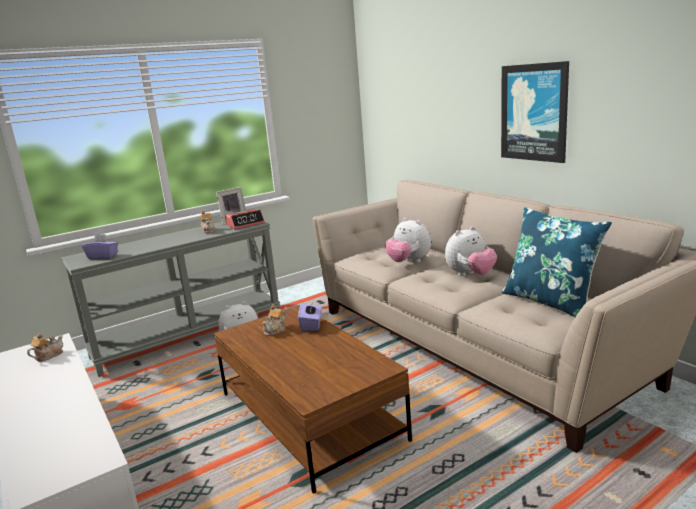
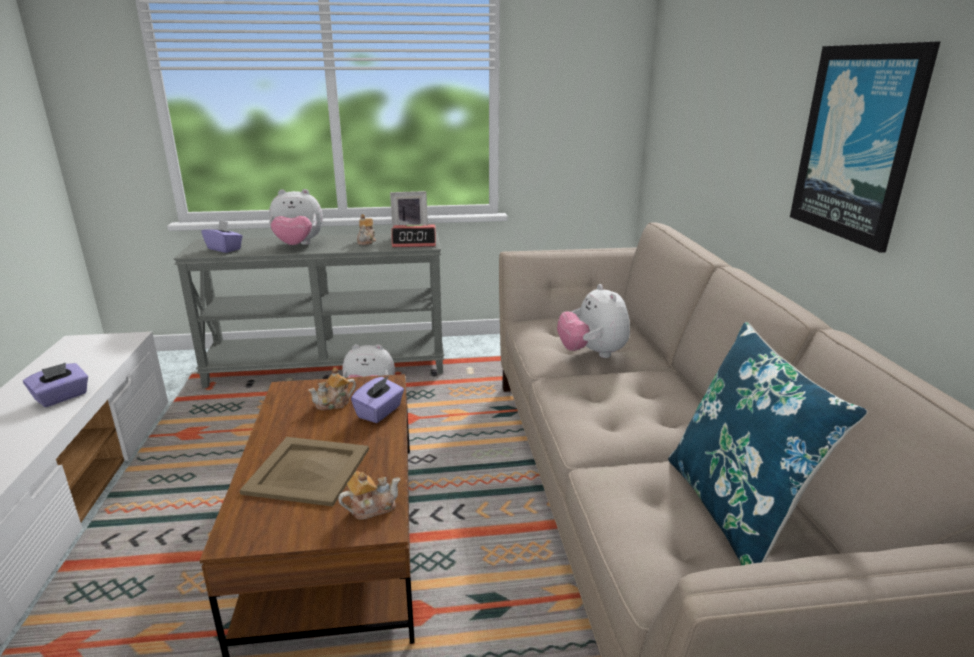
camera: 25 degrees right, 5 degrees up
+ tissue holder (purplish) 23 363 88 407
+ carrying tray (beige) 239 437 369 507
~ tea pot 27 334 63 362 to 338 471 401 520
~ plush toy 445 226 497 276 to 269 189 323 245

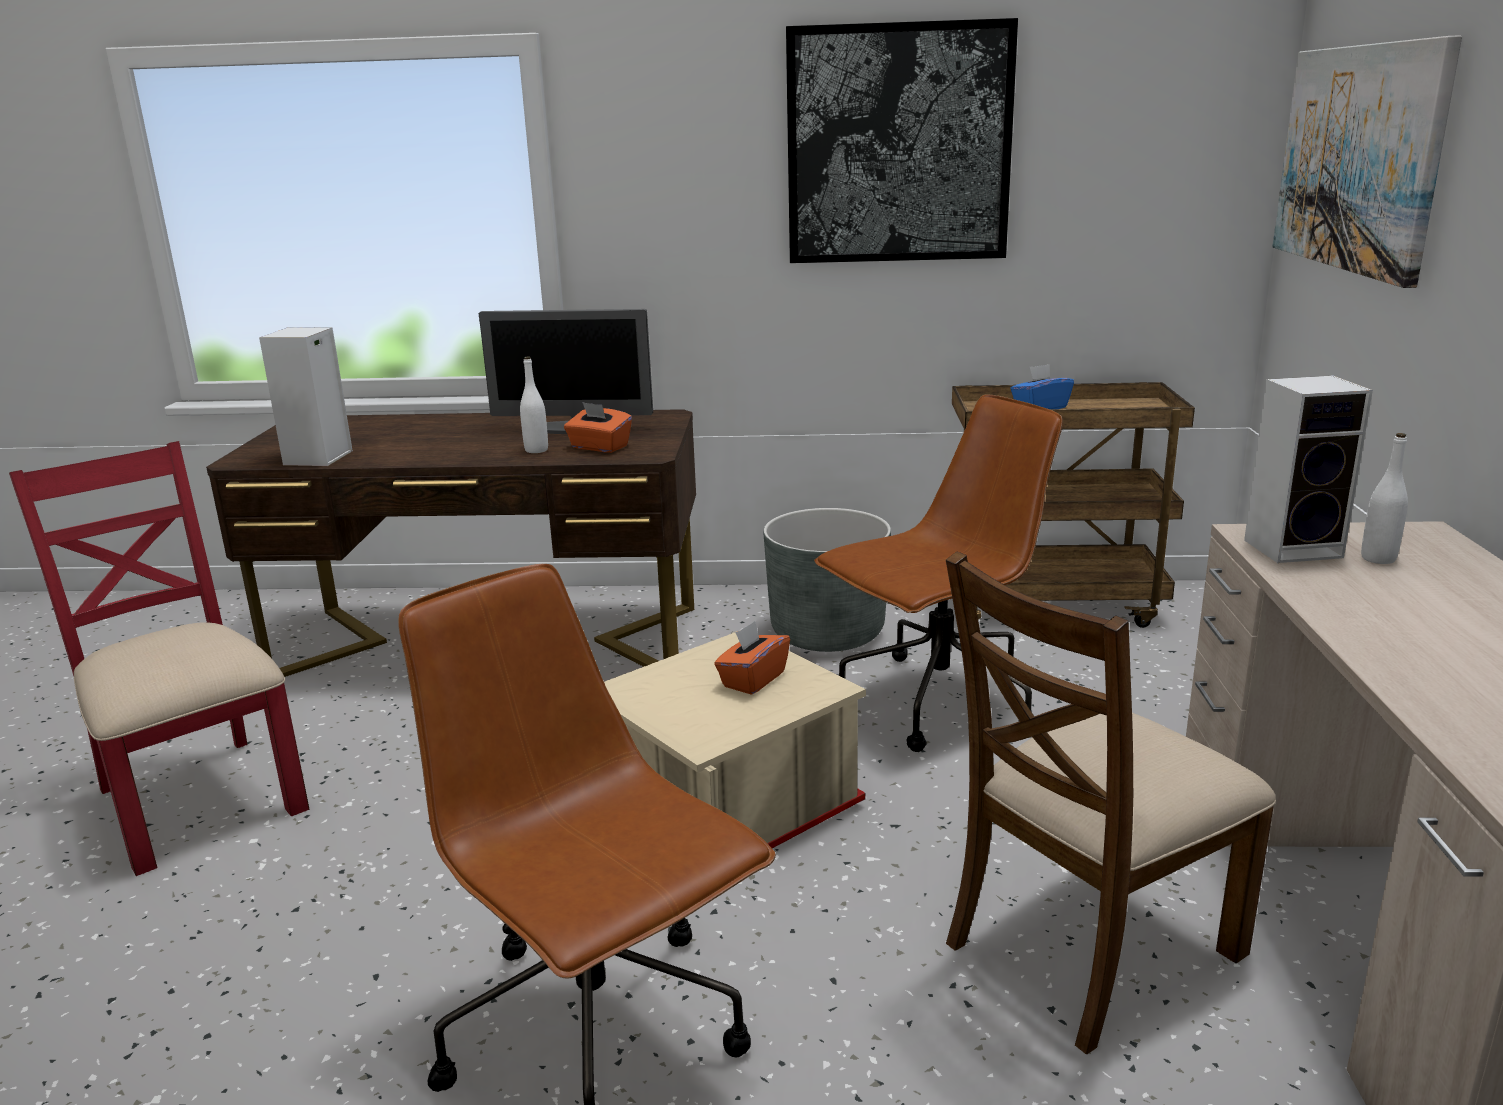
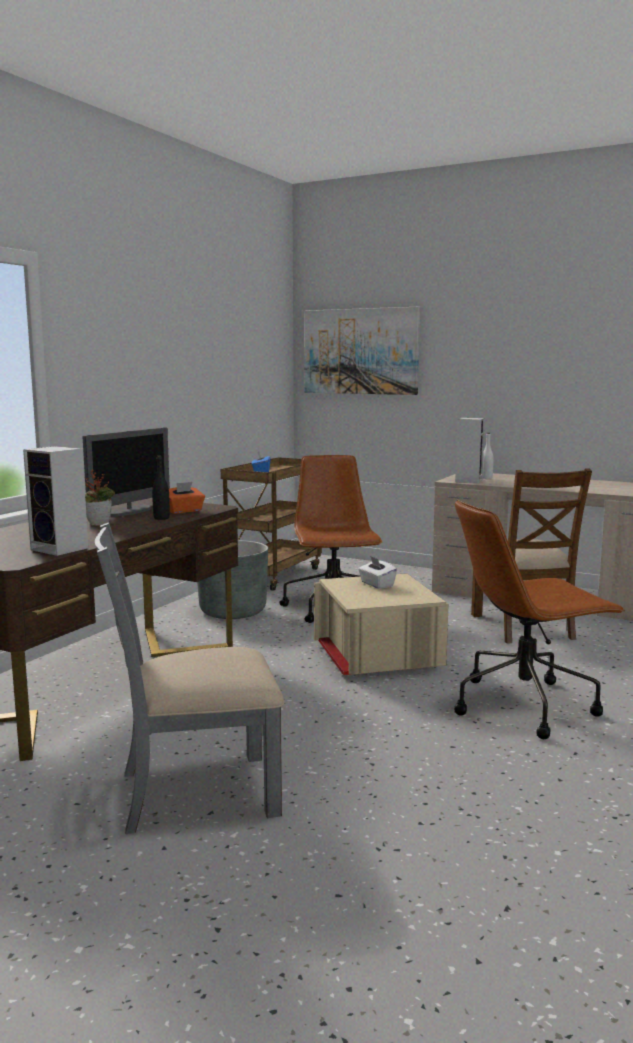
camera: 65 degrees left, 10 degrees down
- wall picture 786 18 1018 263
+ plant in a pot 85 470 115 526
~ plain chair (reddish) 9 441 309 876 to plain chair (gray) 95 522 284 834
~ drink bottle (white) 520 356 548 453 to drink bottle (black-coloured) 152 456 170 520
~ tissue holder (orange-coloured) 714 621 790 695 to tissue holder (white) 358 556 397 589

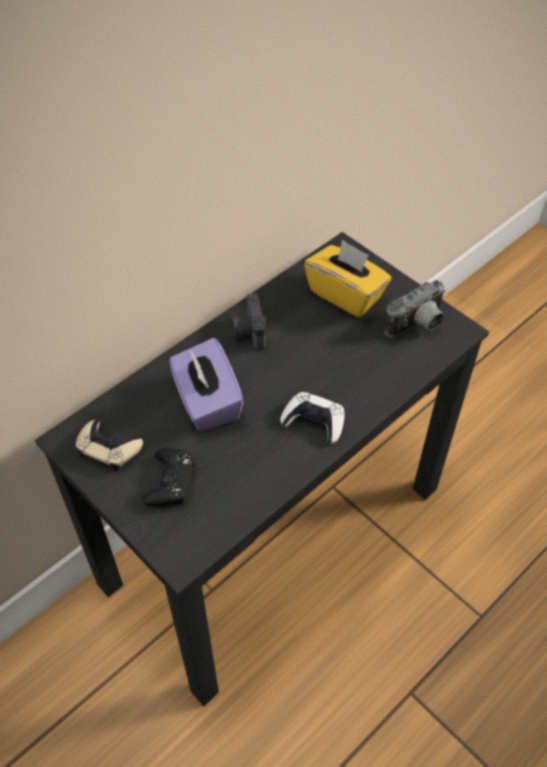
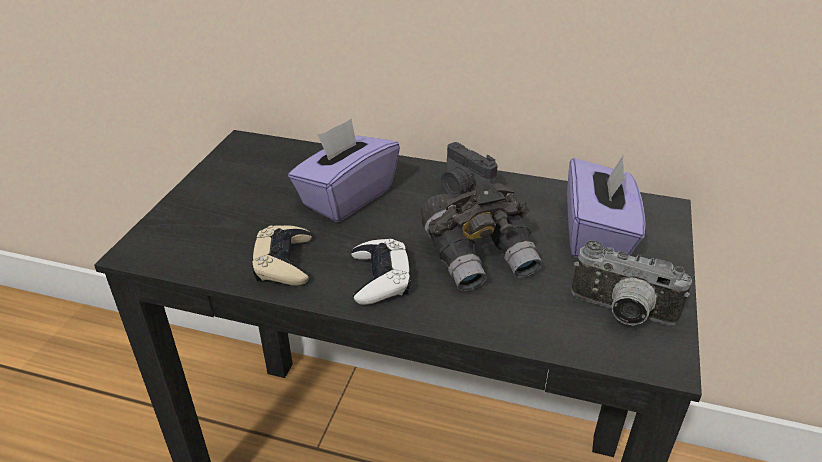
camera: 60 degrees right, 15 degrees down
- game controller (black-coloured) 142 448 195 507
+ field glasses (gray) 421 181 542 291
~ game controller (beige) 76 420 143 471 to 251 225 312 285
~ tissue holder (yellowish) 304 239 391 317 to tissue holder (purplish) 567 155 646 258
~ photo camera 232 293 266 350 = 441 142 498 198 90 degrees counterclockwise

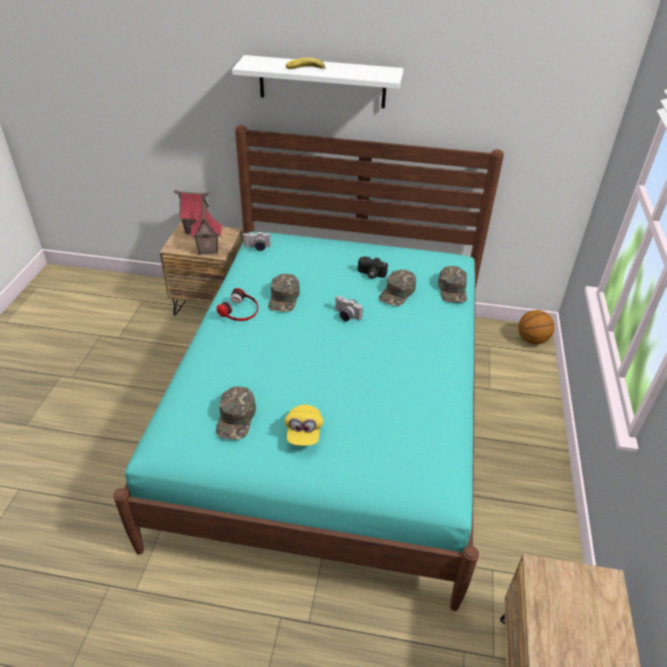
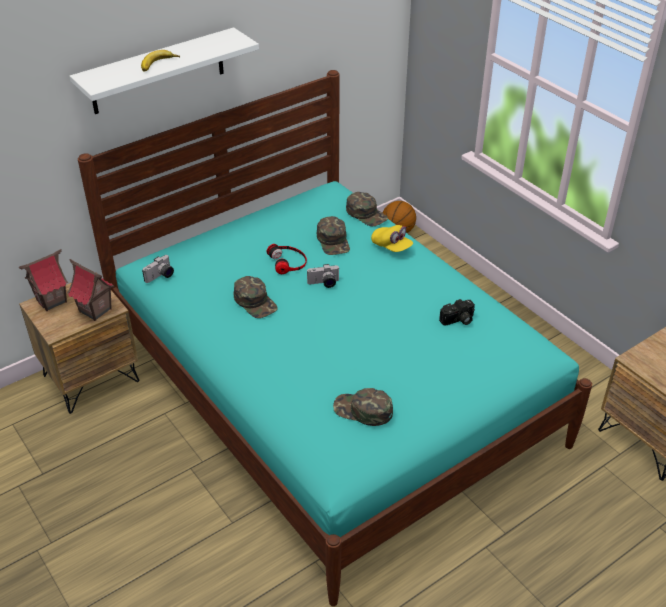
camera: 45 degrees left, 0 degrees up
~ headset 217 288 258 321 to 267 244 307 274
~ cap (yellowish) 285 405 323 446 to 371 225 413 252
~ photo camera 358 256 388 279 to 439 299 475 325
~ cap (greenish) 216 386 256 439 = 333 388 393 426 150 degrees clockwise

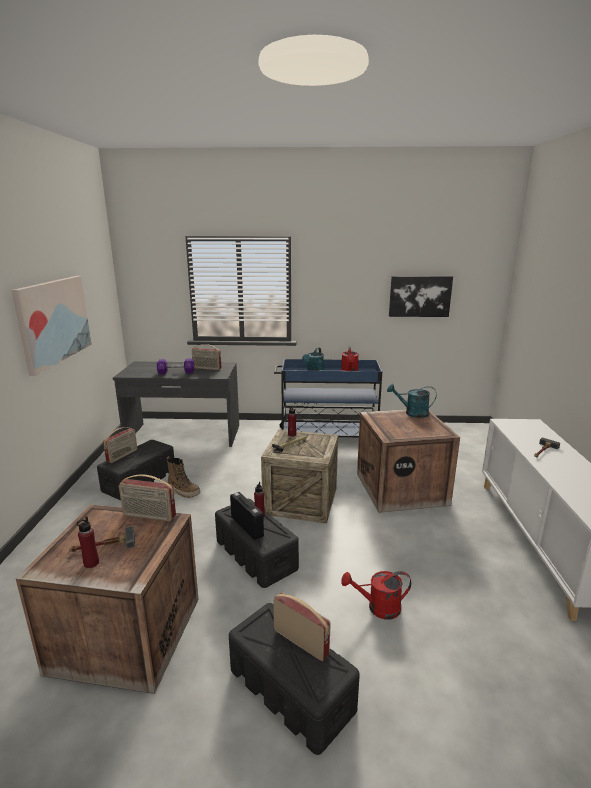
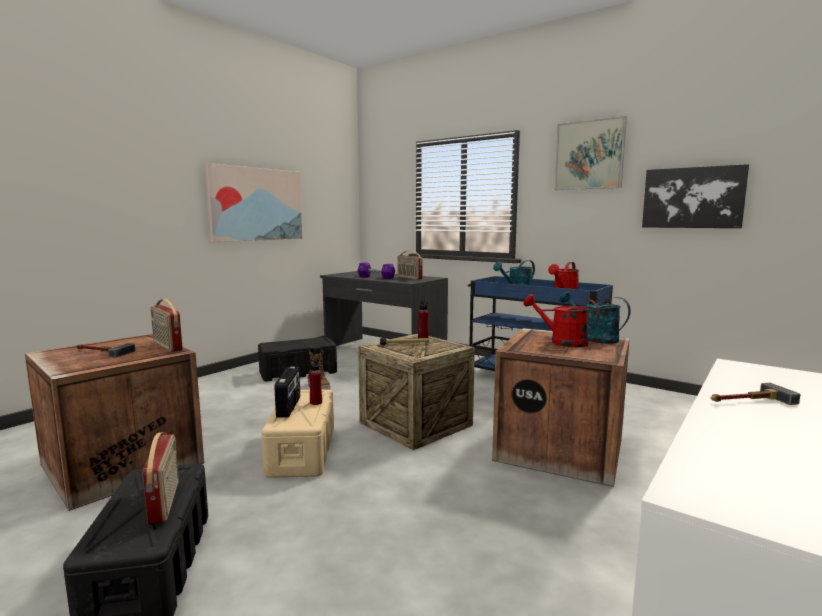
camera: 35 degrees right, 10 degrees down
- drink bottle (reddish) 77 516 99 568
- radio receiver 103 427 137 463
+ wall picture 554 116 627 190
~ watering pot (reddish) 341 571 411 620 to 524 294 599 347
~ storage bin (black-coloured) 215 499 299 588 to storage bin (beige) 261 389 334 478

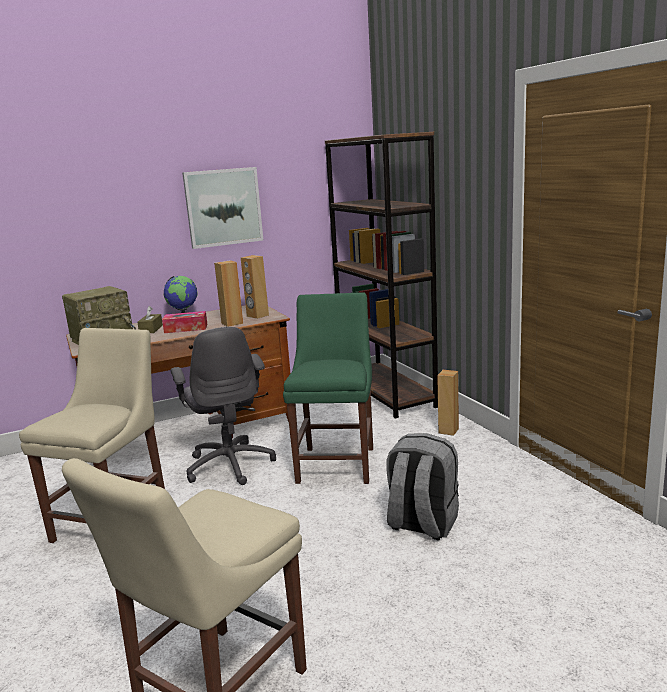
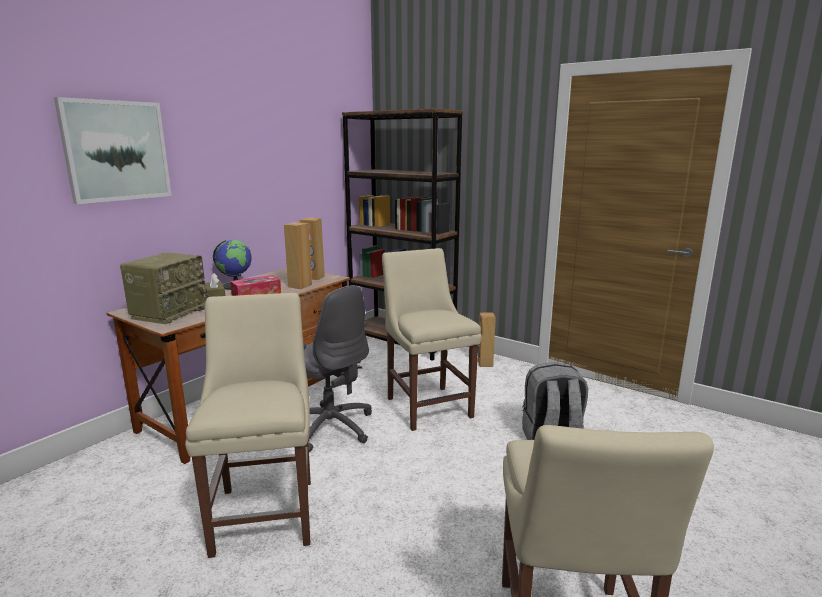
camera: 30 degrees left, 0 degrees up
~ wall picture 182 167 263 249 to 54 97 172 204
~ plain chair (greenish) 283 292 373 484 to plain chair (beige) 382 248 482 431

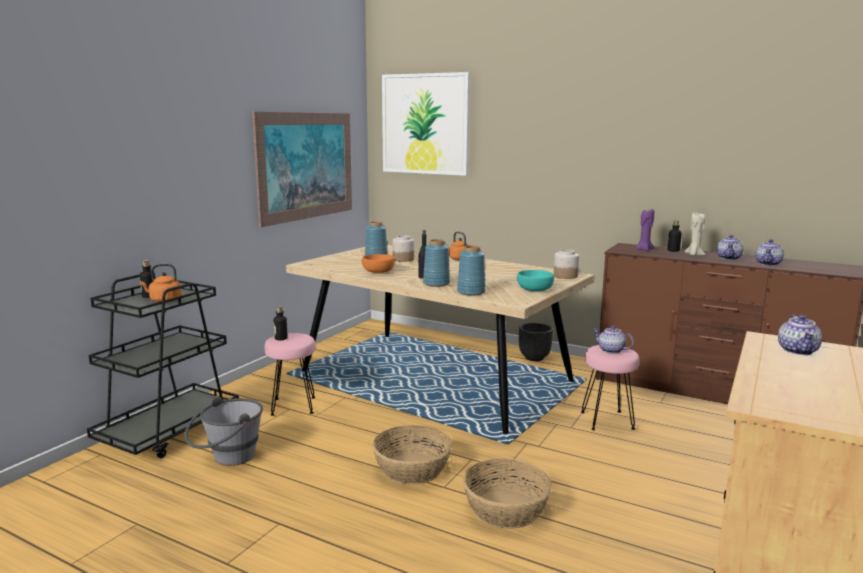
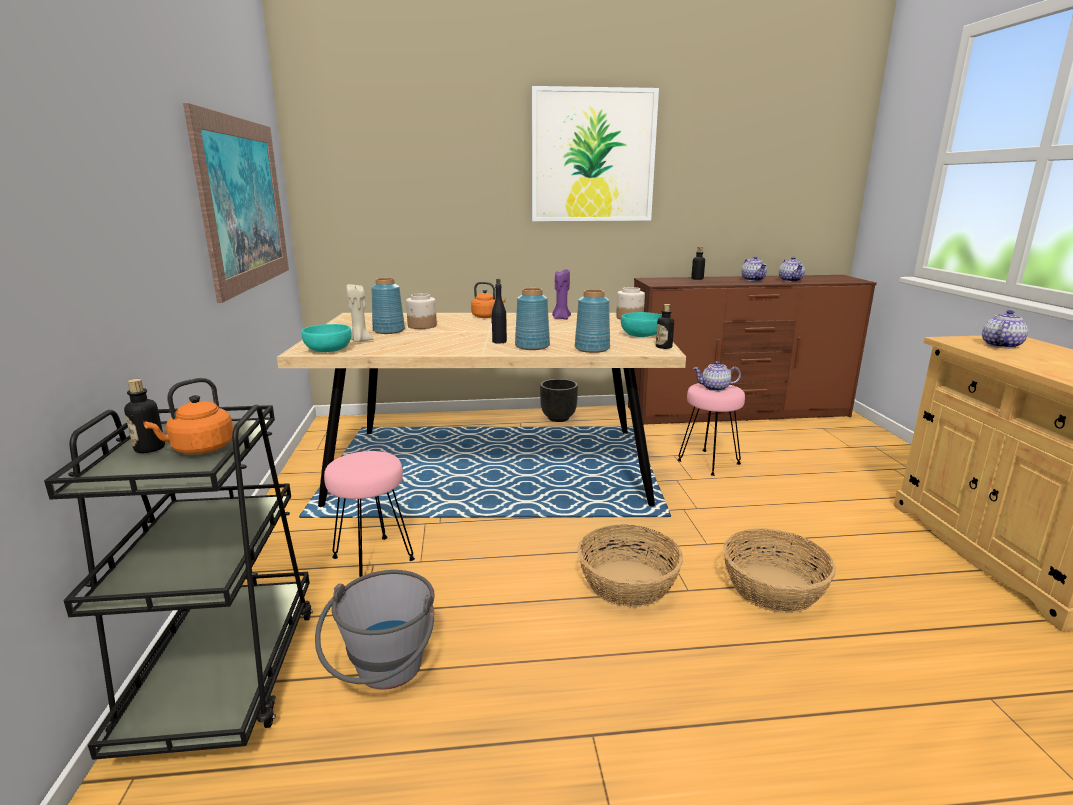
camera: 35 degrees left, 5 degrees up
- bowl (orange-coloured) 362 254 395 273
+ bowl (turquoise-coloured) 302 324 352 352
~ drink bottle 274 306 288 340 to 656 304 674 349
~ wall picture 382 72 470 176 to 531 86 659 221
~ wax candle (purplish) 635 209 655 251 to 552 269 571 320
~ wax candle (beige) 684 212 705 256 to 346 284 374 342
~ tea pot 778 315 822 355 = 982 310 1028 349 120 degrees counterclockwise

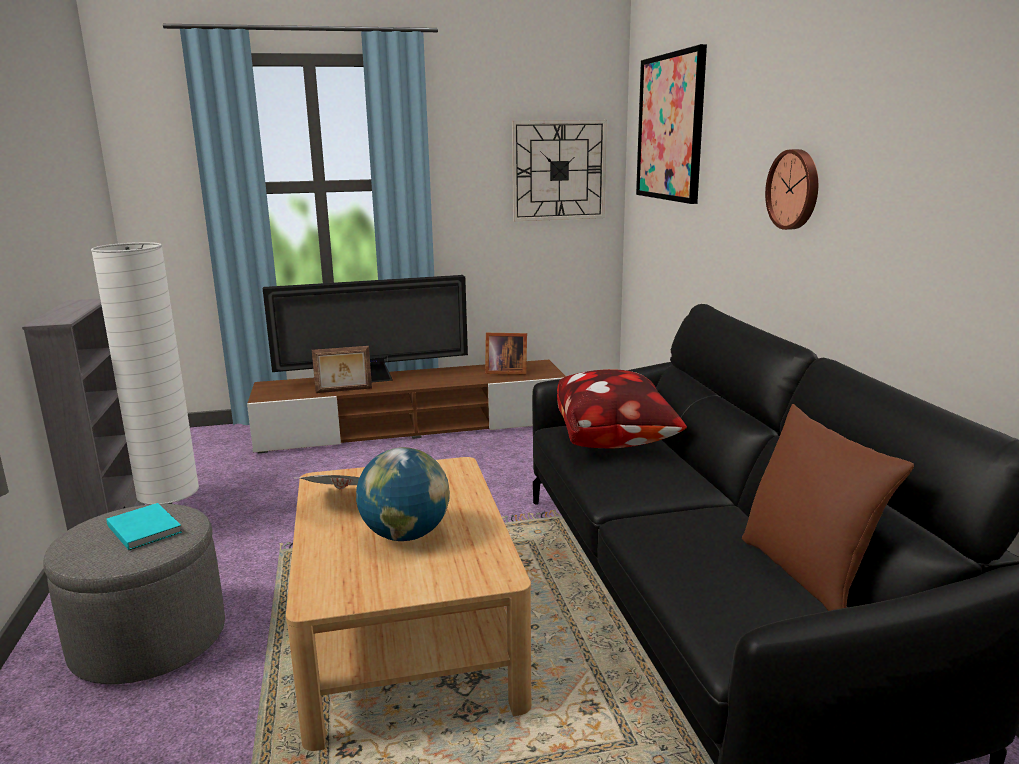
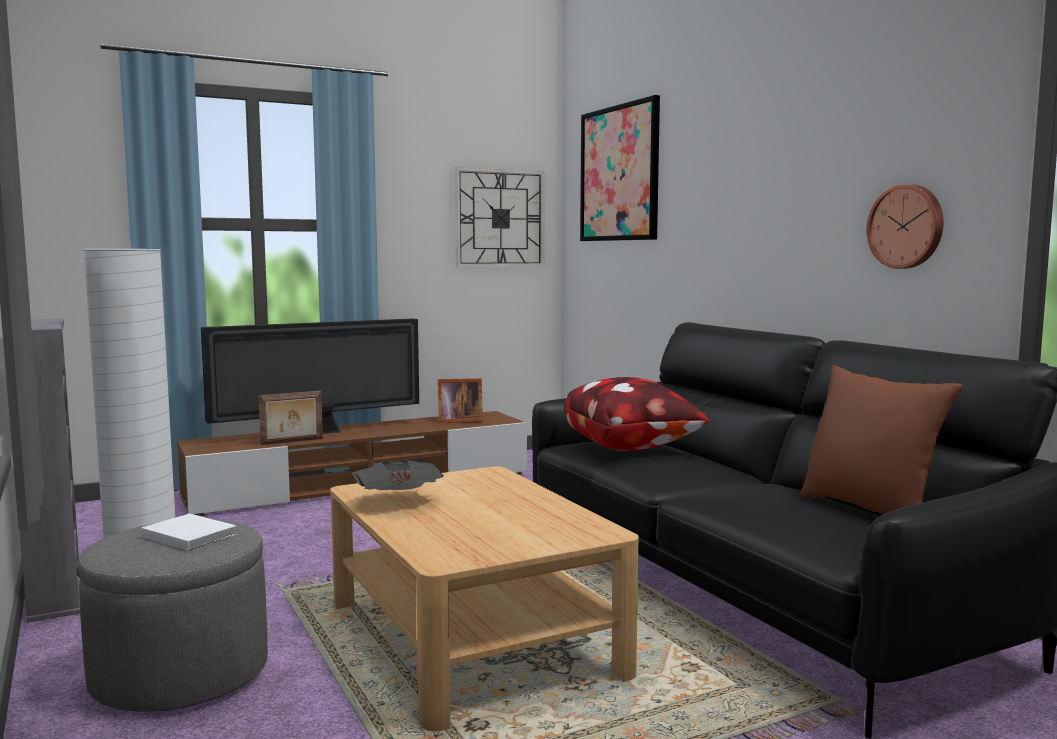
camera: 15 degrees left, 10 degrees down
- world globe 356 447 450 541
~ clock on the wall 765 149 818 230 to 866 184 943 269
~ book (turquoise-coloured) 106 503 182 550 to book (white) 141 514 237 551

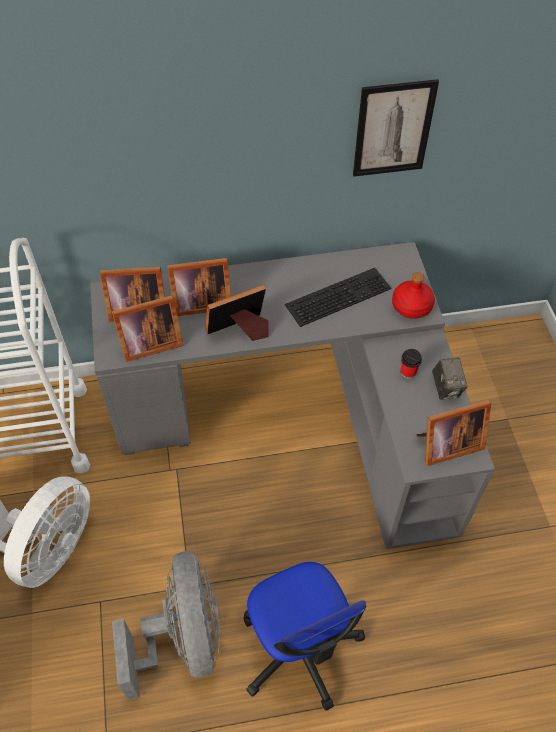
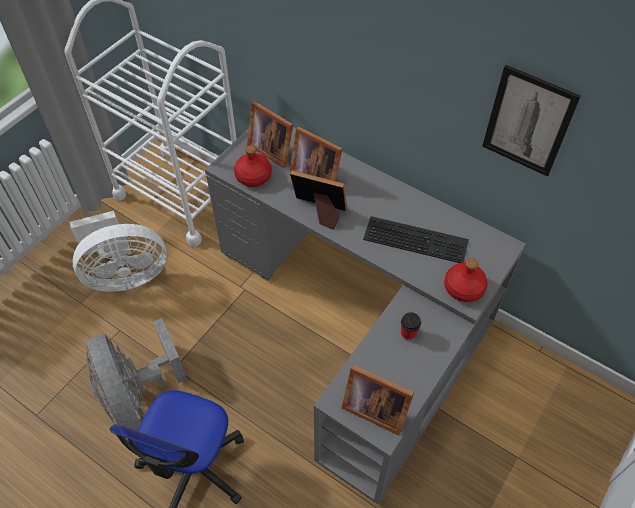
camera: 45 degrees right, 0 degrees up
- photo camera 432 358 468 400
~ picture frame 112 295 184 362 to drink bottle (reddish) 234 145 272 187
~ electric fan (gray) 112 551 220 700 = 87 318 187 430 120 degrees clockwise

